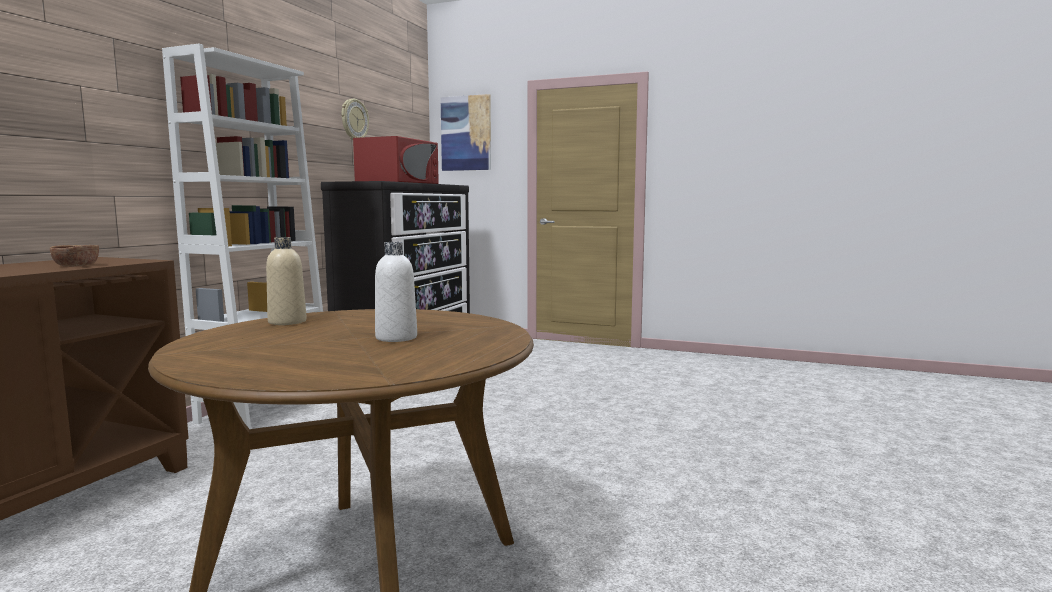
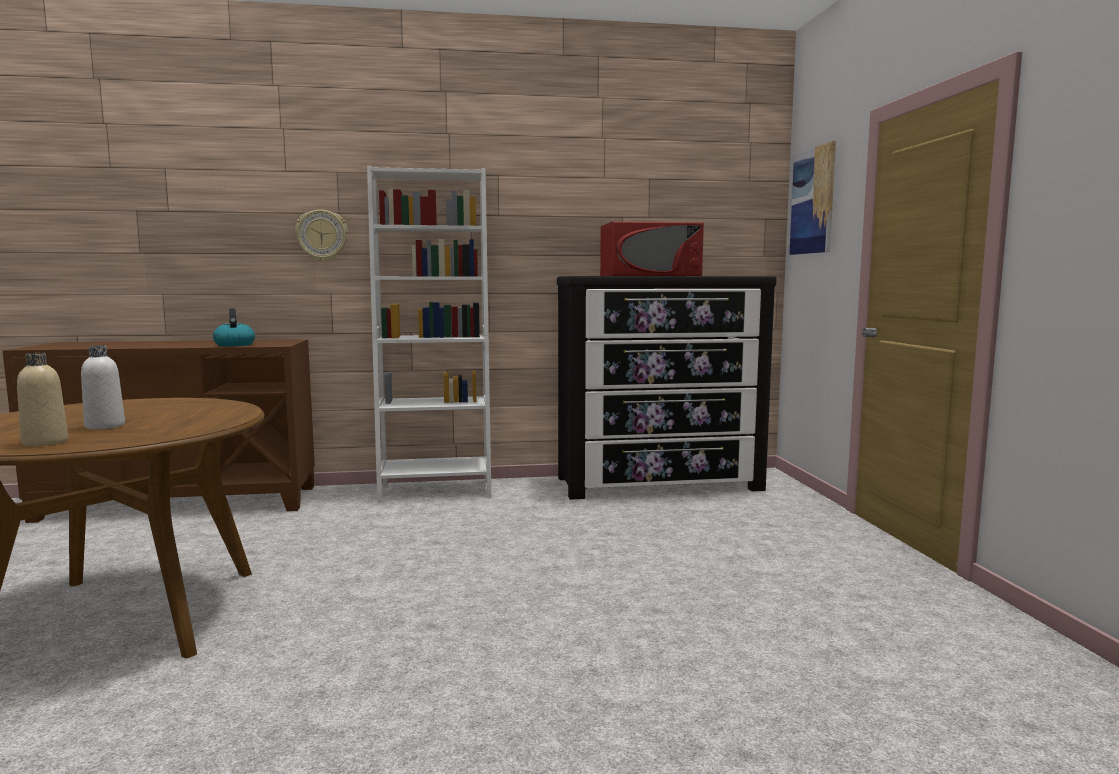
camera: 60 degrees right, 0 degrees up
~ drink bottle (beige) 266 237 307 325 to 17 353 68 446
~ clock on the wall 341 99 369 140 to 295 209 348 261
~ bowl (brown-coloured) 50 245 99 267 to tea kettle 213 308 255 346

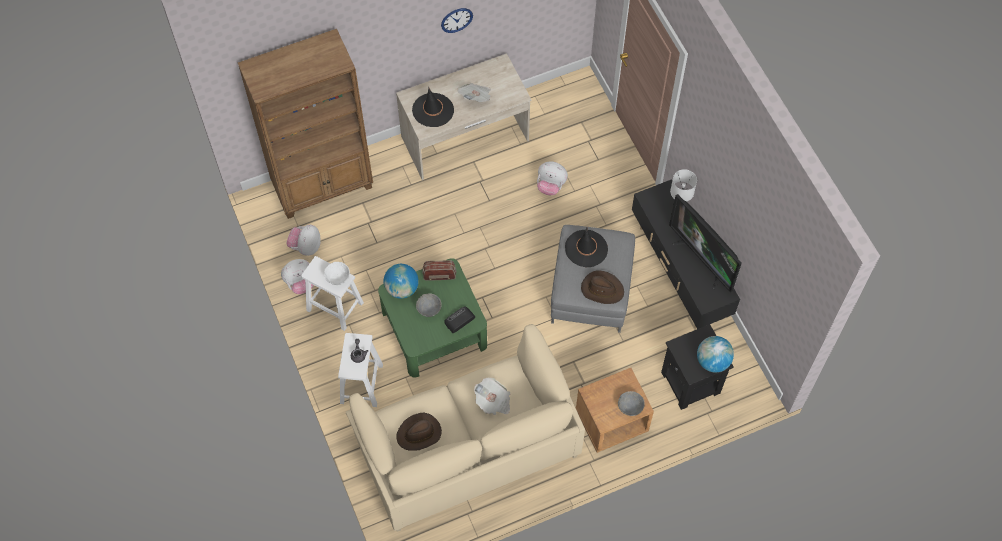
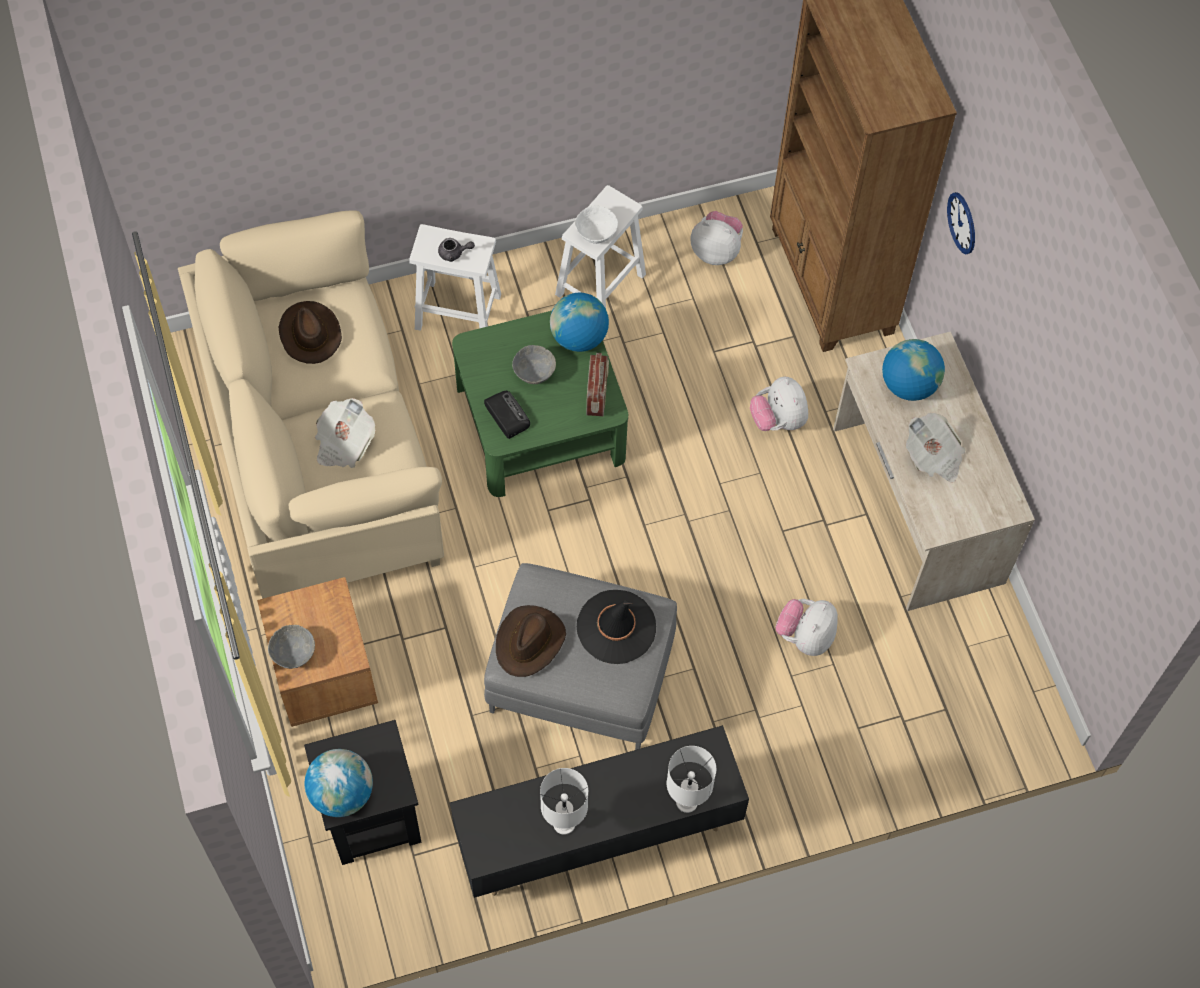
camera: 95 degrees right, 0 degrees up
~ plush toy 281 259 314 294 to 750 377 808 431
~ clock on the wall 441 8 473 33 to 947 192 975 254
~ hat (black-coloured) 412 88 454 127 to world globe 882 339 945 401
~ TV set 669 194 742 293 to table lamp (white) 540 768 588 835

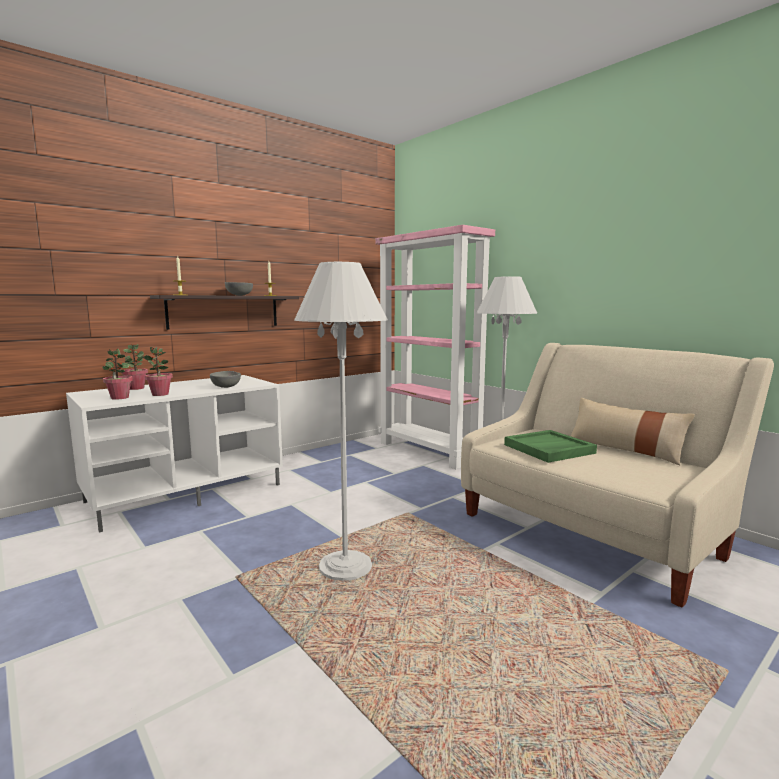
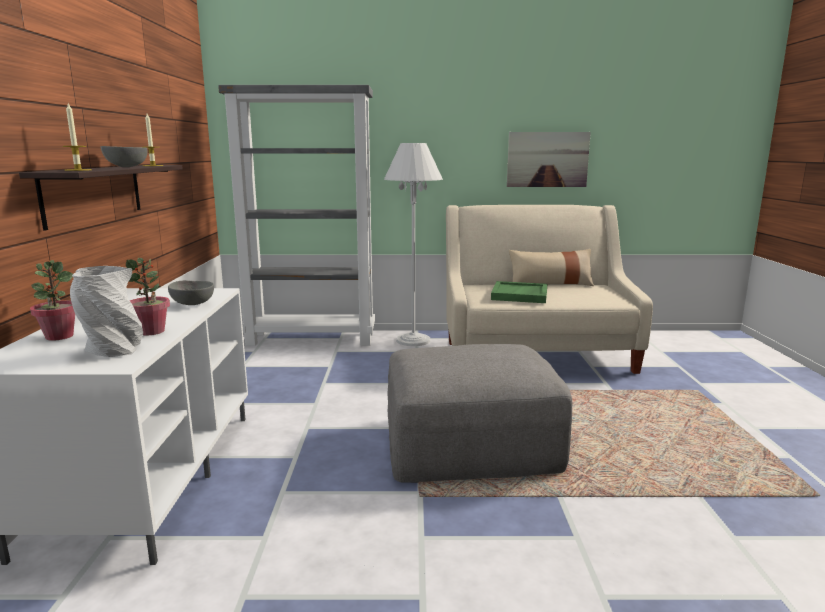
camera: 50 degrees left, 5 degrees up
+ wall picture 507 132 591 187
~ plant in a pot 102 349 133 400 to vase (gray) 70 266 143 357
~ standard lamp (white) 294 262 388 581 to footrest (gray) 388 344 572 483
~ bookshelf (pink) 375 225 495 469 to bookshelf (gray) 218 85 375 346

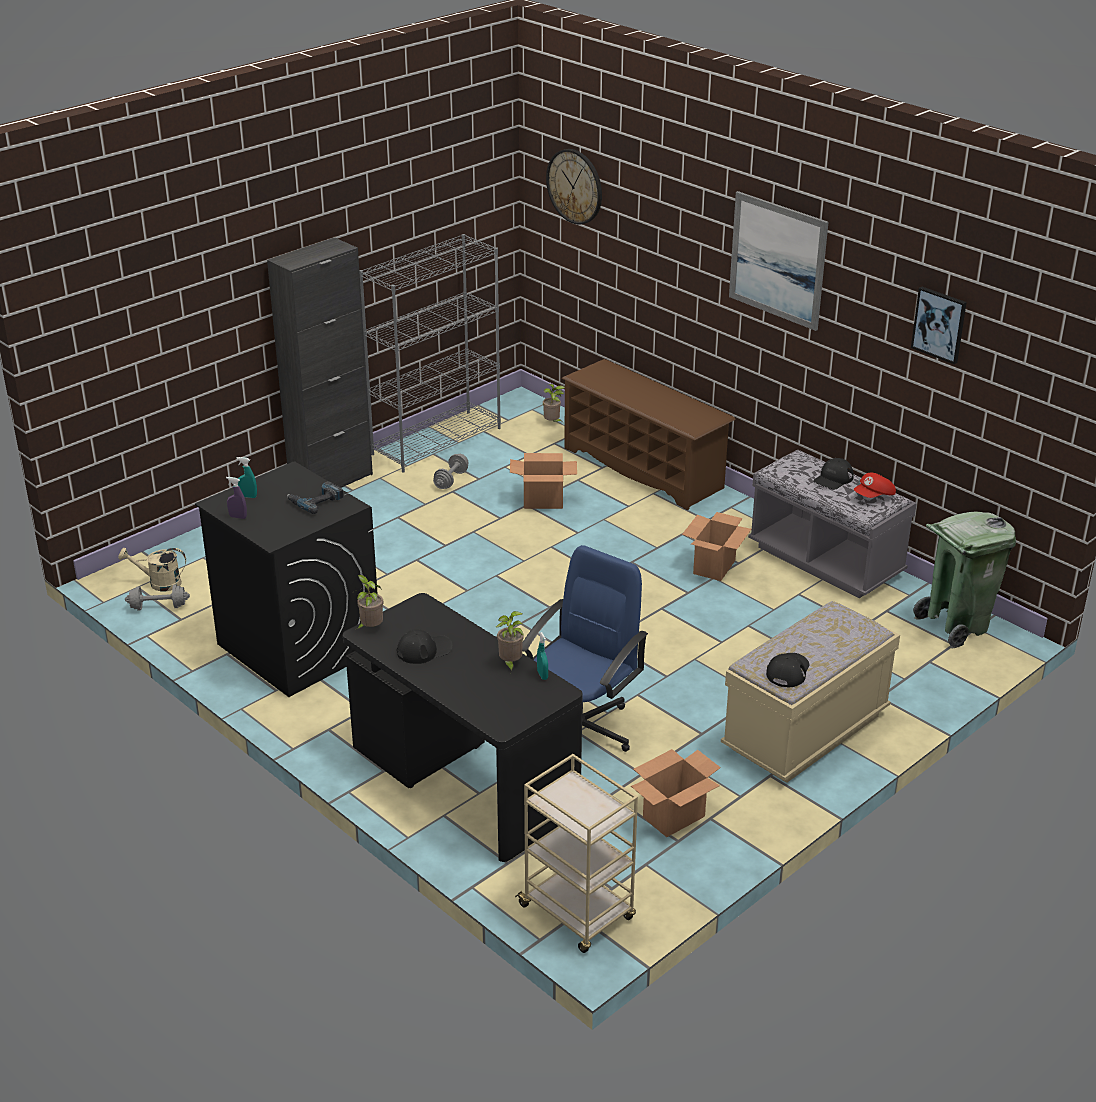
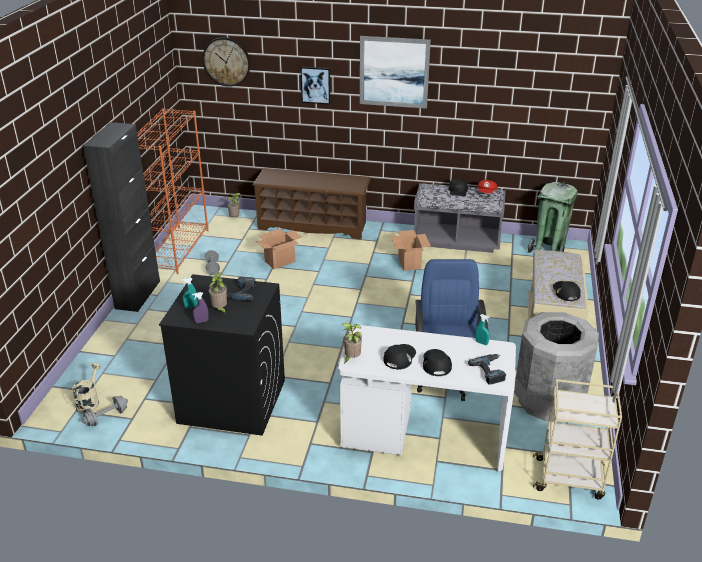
camera: 35 degrees left, 0 degrees up
+ cap (black-coloured) 423 349 452 376
+ power drill 468 354 506 385
~ plant in a pot 496 611 524 673 to 209 272 227 313
~ wall picture 911 287 967 364 to 301 66 330 105
~ packing box 631 749 721 837 to trash can (gray) 514 312 599 421
~ desk (black-coloured) 343 593 583 862 to desk (white) 338 325 516 471
~ bookshelf (gray) 359 234 501 473 to bookshelf (orange-coloured) 137 108 208 274
~ watering pot (beige) 118 548 186 591 = 72 363 101 414 135 degrees clockwise

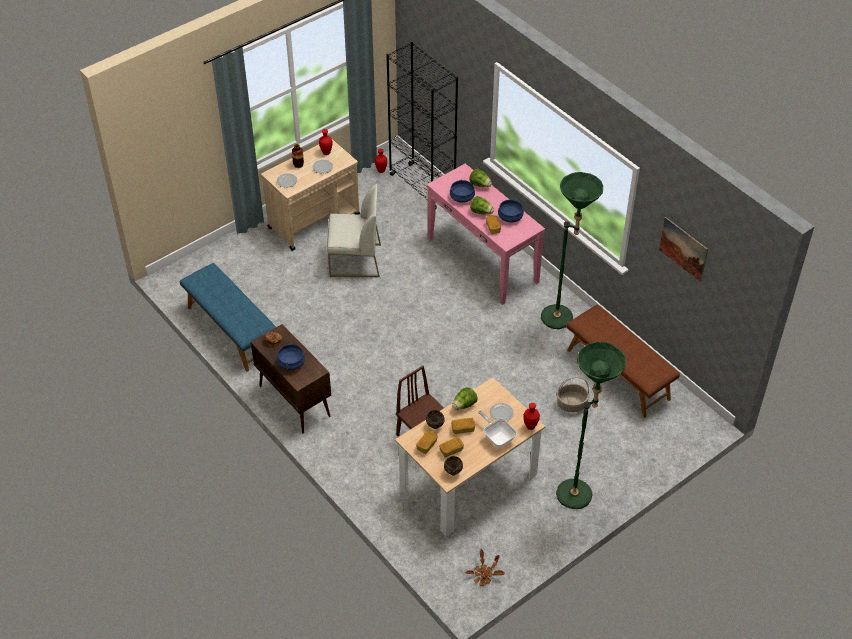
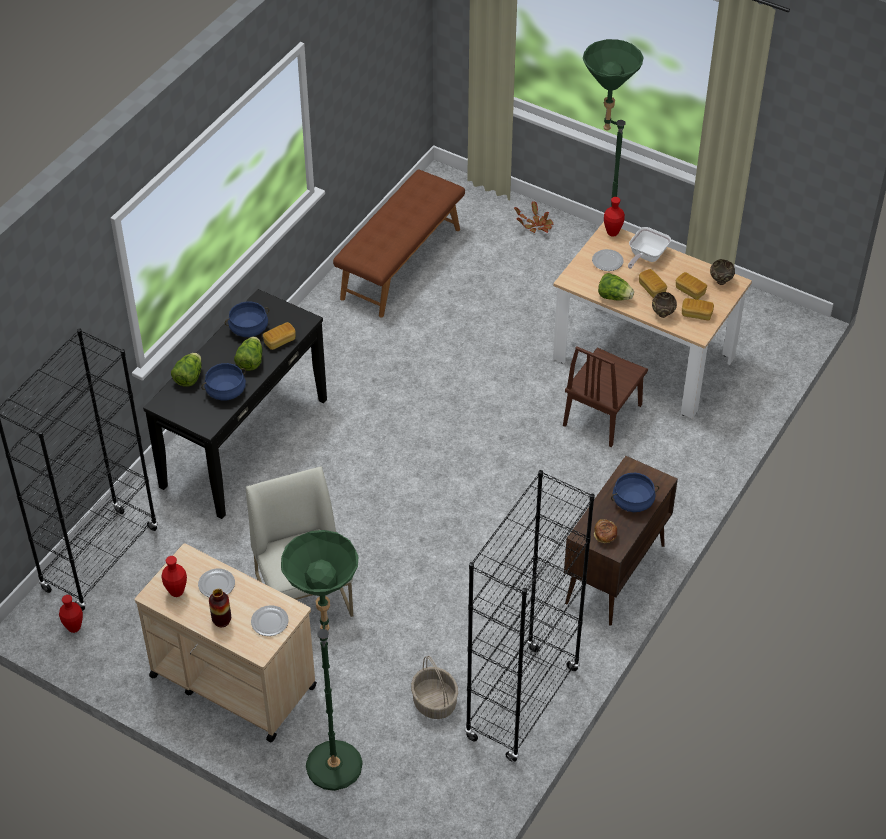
camera: 110 degrees left, 0 degrees up
- wall picture 659 217 708 282
~ plant in a pot 466 549 505 586 to 514 201 554 233
~ standard lamp (greenish) 541 172 603 329 to 281 530 362 791
~ household basket 557 377 590 412 to 411 656 458 719
~ bench (blue) 180 263 276 372 to bookshelf (black-coloured) 465 470 595 762
~ hall table (pink) 427 163 545 305 to hall table (black-coloured) 143 289 327 519

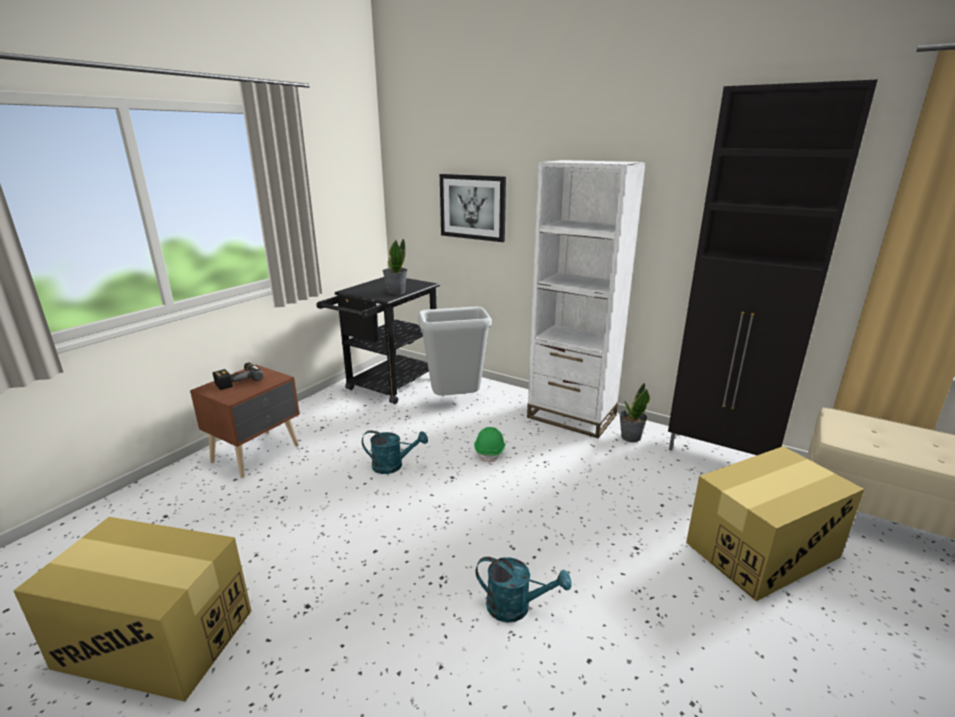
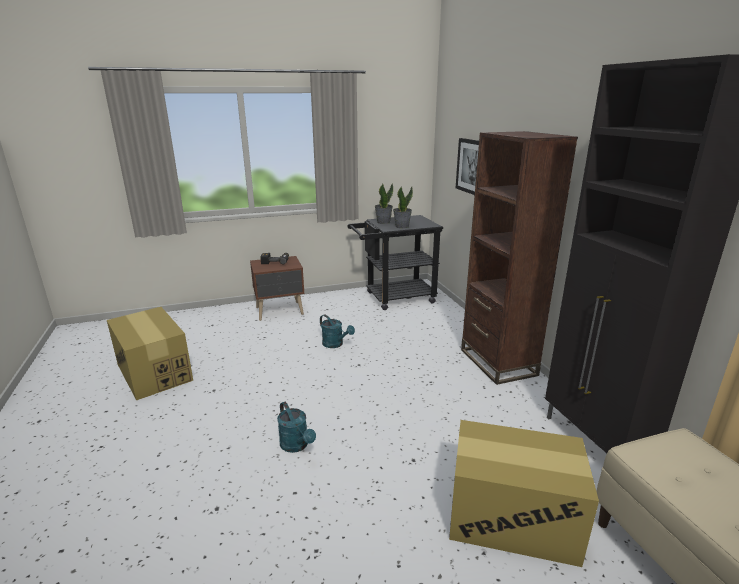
camera: 40 degrees right, 0 degrees up
- trash can (gray) 418 307 492 396
- hard hat (greenish) 474 427 505 464
~ plant in a pot 619 382 650 442 to 375 183 393 224
~ bookshelf (white) 527 160 646 438 to bookshelf (brown-coloured) 461 131 578 385

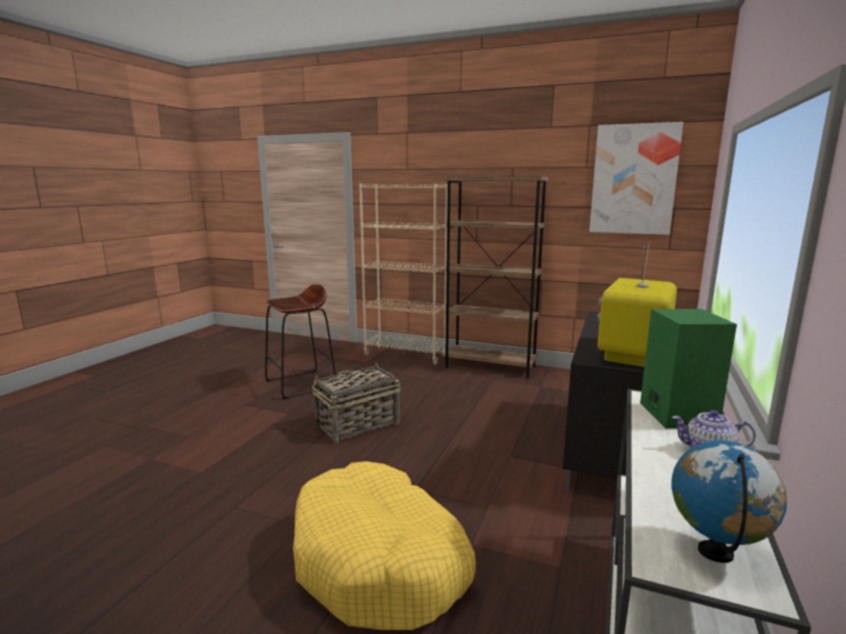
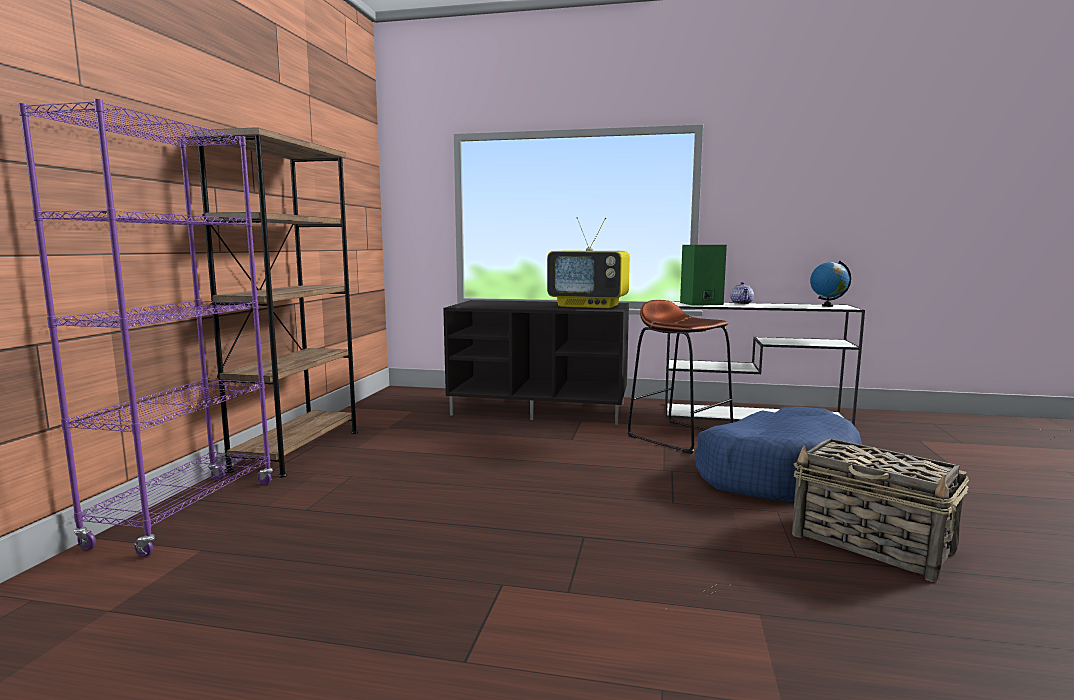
camera: 100 degrees left, 5 degrees down
- wall picture 589 122 683 235
~ stool seat (brown-coloured) 265 284 336 399 to 628 300 733 454
~ household basket 312 362 401 443 to 792 438 969 582
~ dog bed (yellowish) 293 461 476 630 to dog bed (blue) 695 407 862 501
~ bookshelf (beige) 359 184 448 365 to bookshelf (purplish) 18 99 273 557

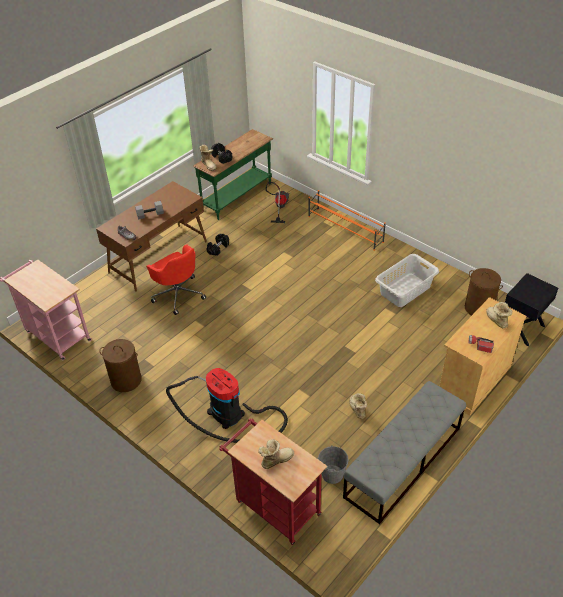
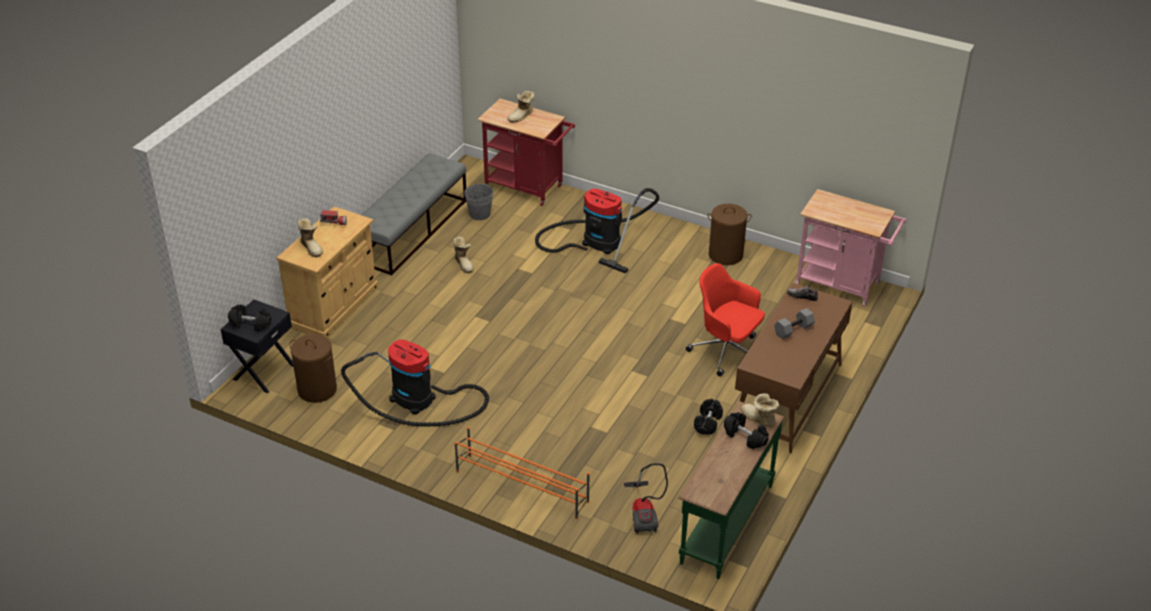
camera: 165 degrees right, 5 degrees down
+ free weight (black-coloured) 228 305 271 331
~ washing basket (gray) 375 254 439 307 to vacuum cleaner 341 339 489 427

